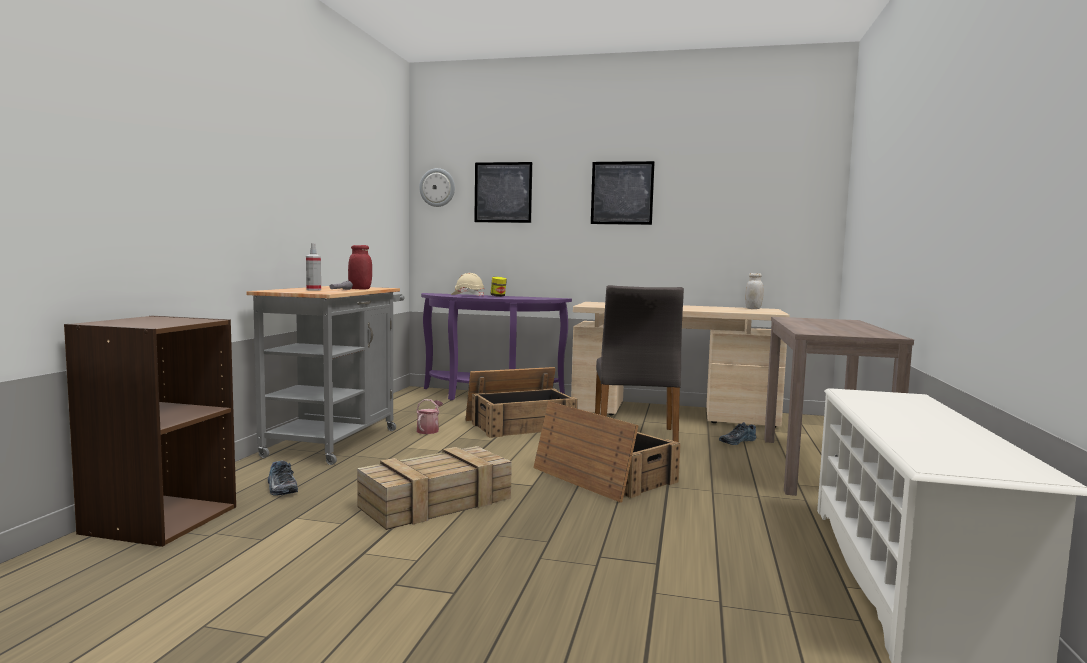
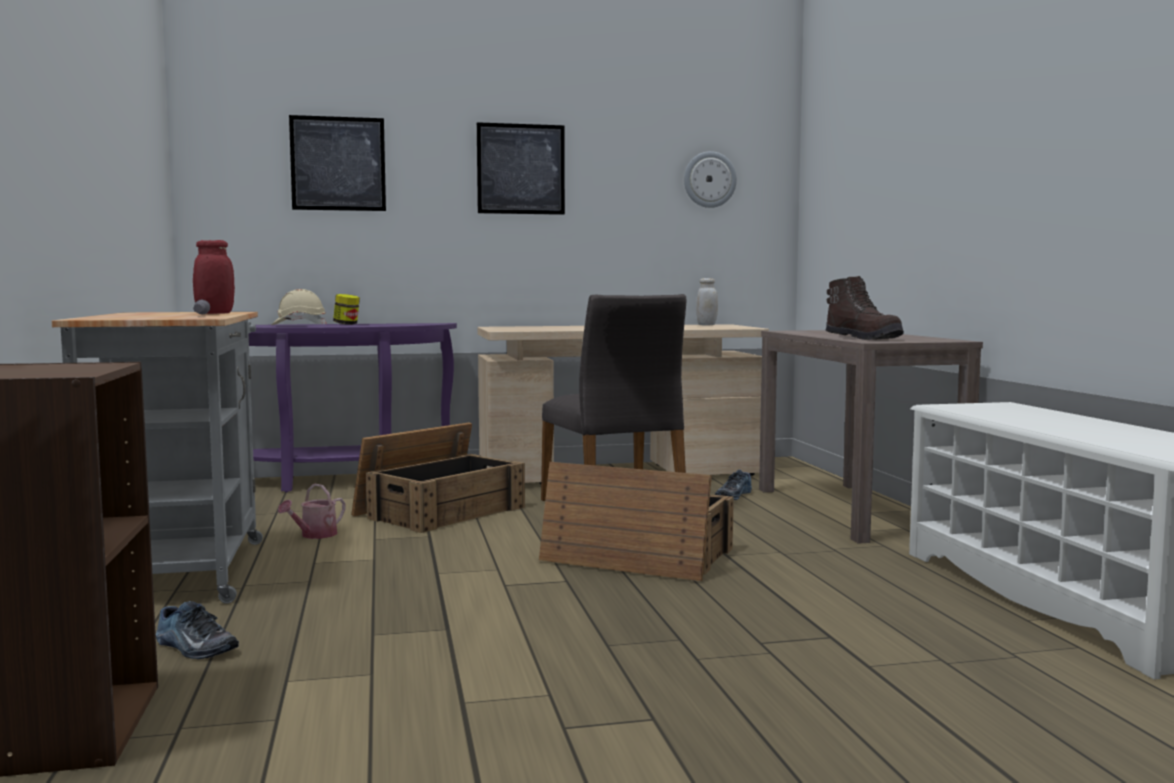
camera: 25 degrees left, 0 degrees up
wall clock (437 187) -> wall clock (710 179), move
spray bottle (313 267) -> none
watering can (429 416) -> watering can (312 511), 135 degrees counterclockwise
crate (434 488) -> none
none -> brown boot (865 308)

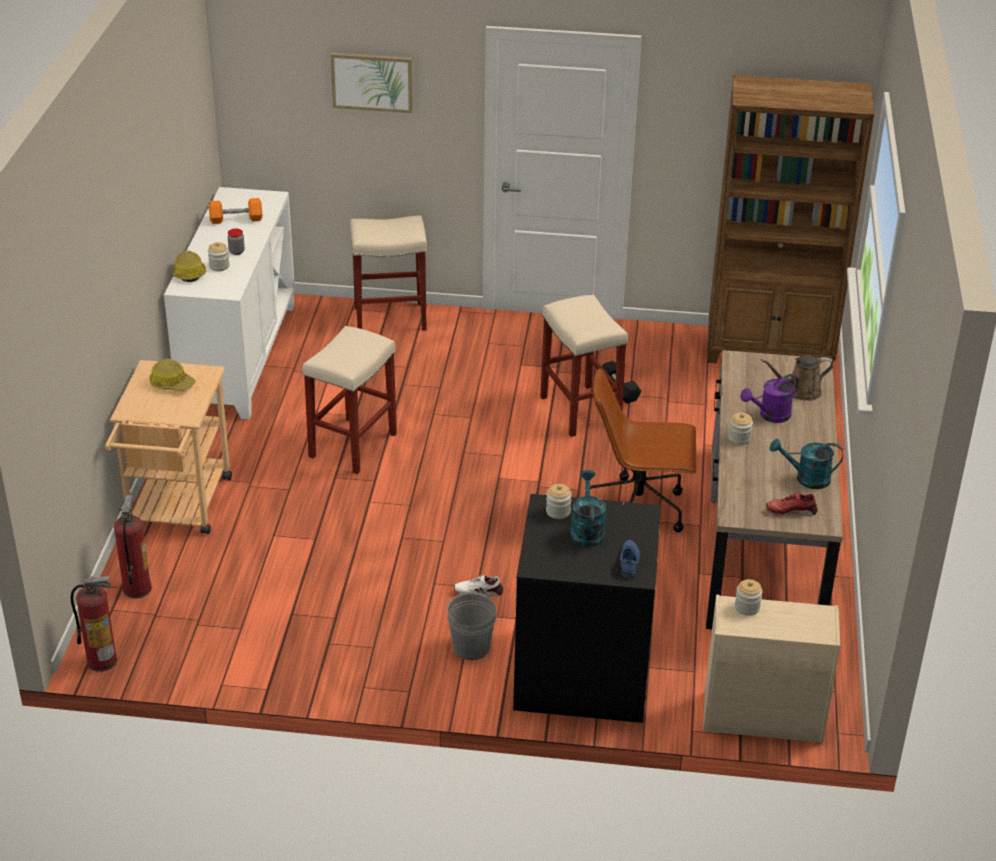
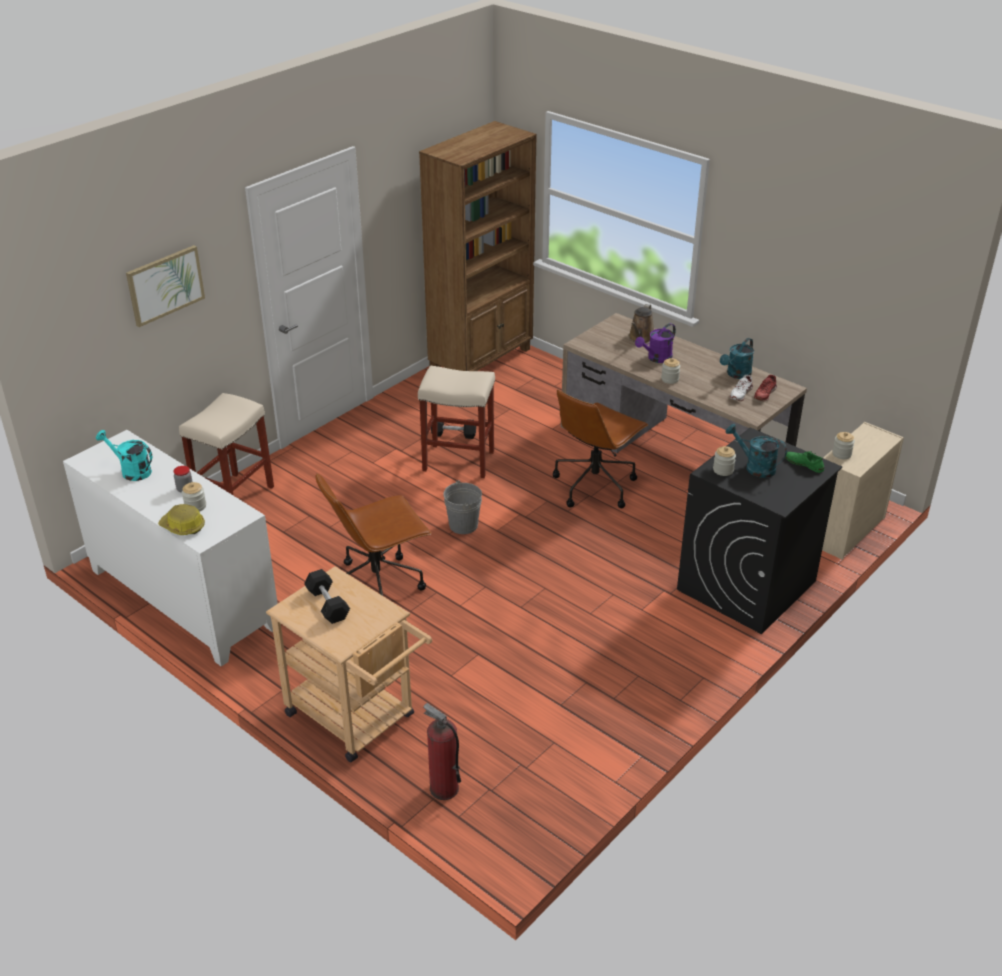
camera: 55 degrees left, 0 degrees up
orange dumbbell (236 211) -> turquoise watering can (124 455)
beige stool (349 400) -> brown office chair (373 534)
hard hat (172 375) -> black dumbbell (327 596)
purple watering can (769 398) -> purple watering can (655 343), 45 degrees clockwise
blue shoe (630 558) -> green shoe (804 462)
white shoe (478 585) -> white shoe (741 388), move
fire extinguisher (94 624) -> none
grey bucket (471 626) -> grey bucket (462 507), move

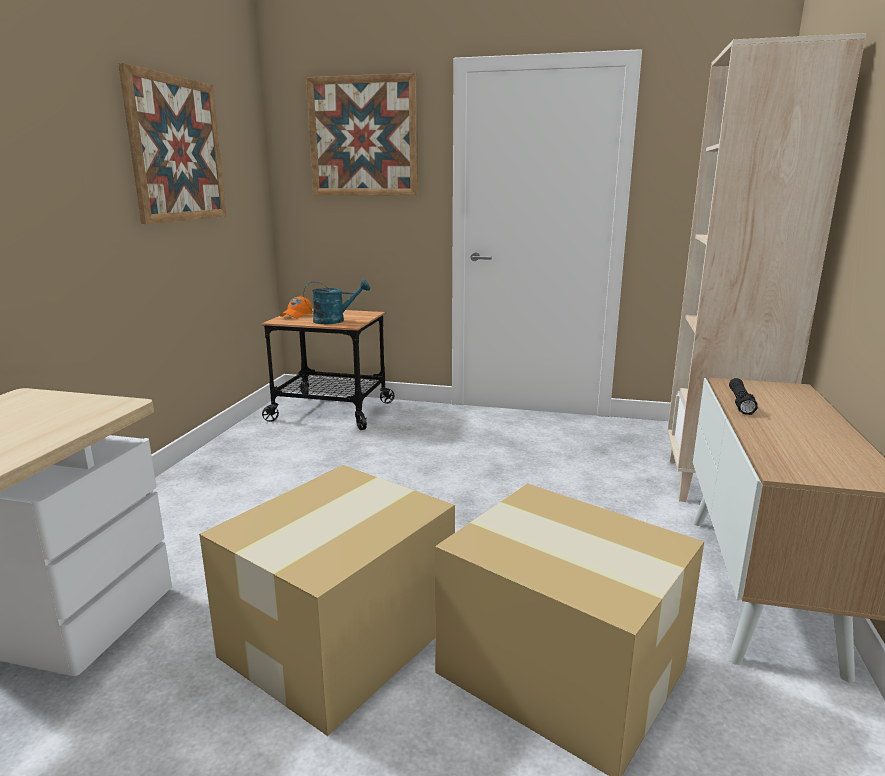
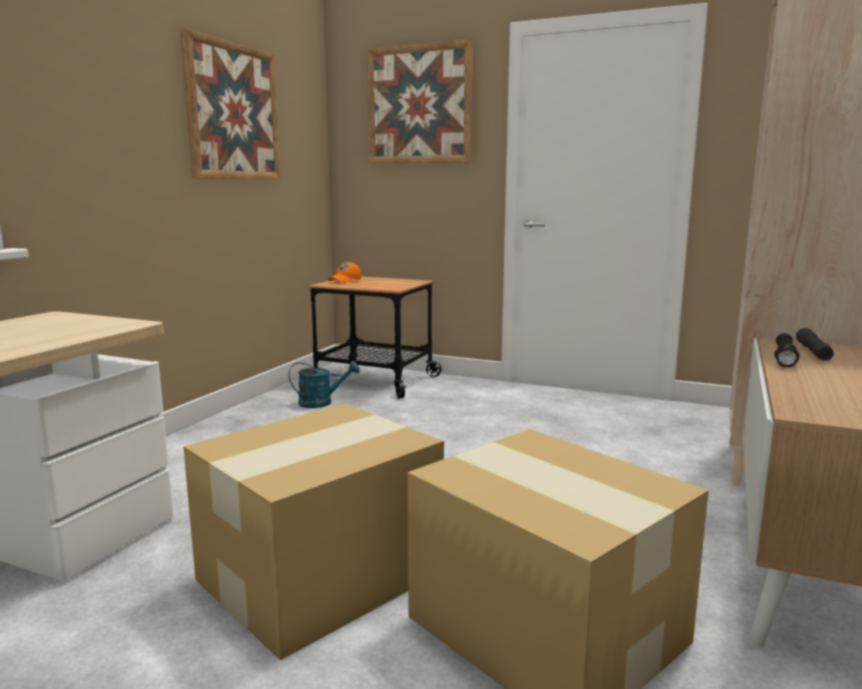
camera: 10 degrees right, 5 degrees down
turquoise watering can (336 301) -> turquoise watering can (324 384), move
none -> grey flashlight (815 344)

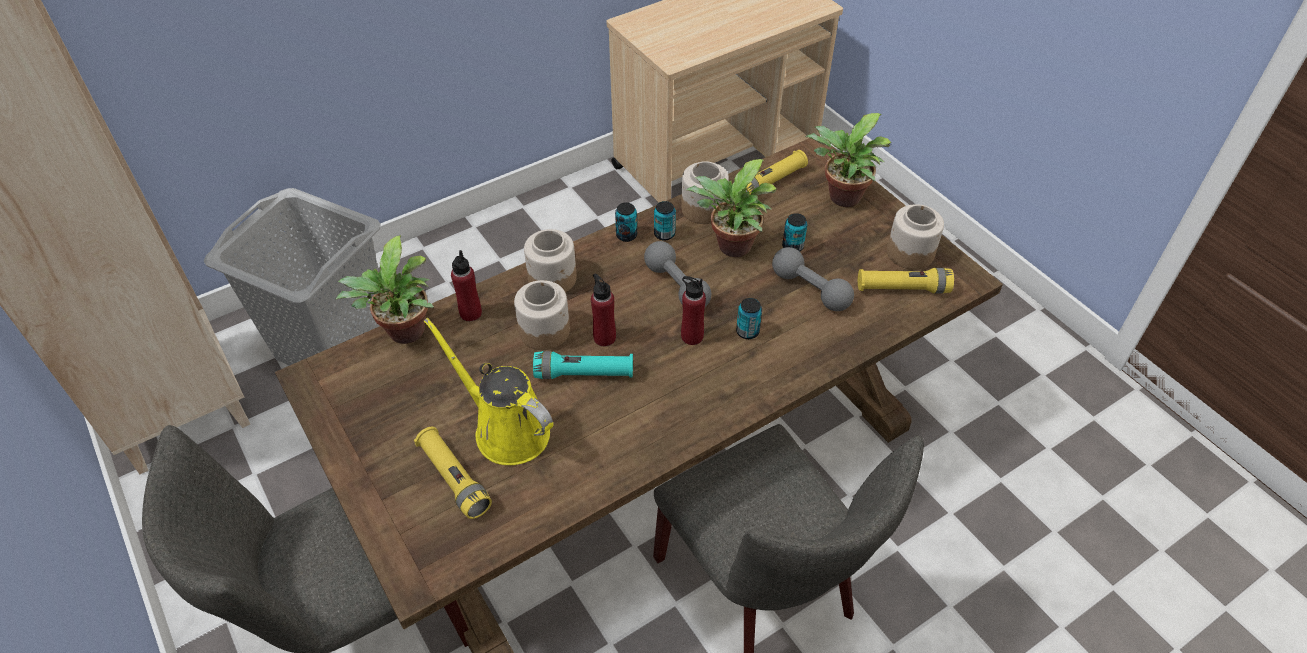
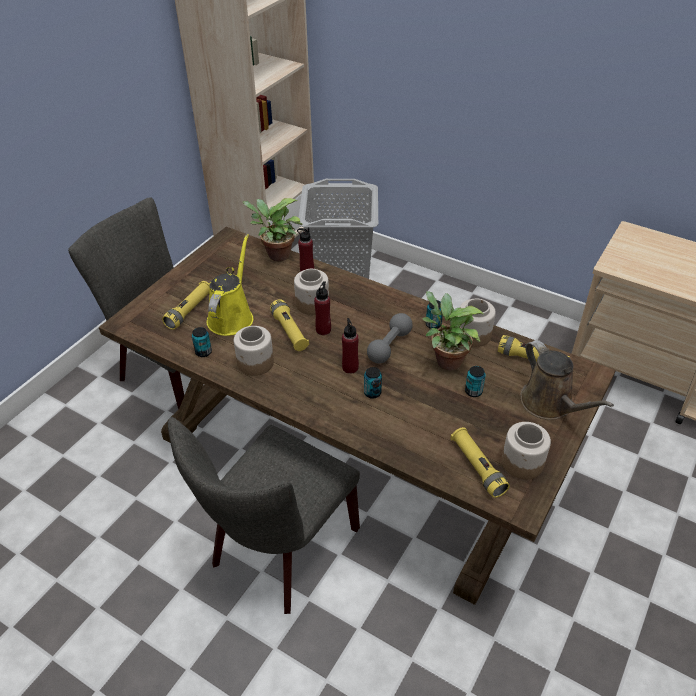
camera: 65 degrees right, 5 degrees down
potted plant (848 160) -> brown watering can (567 380)
can (626 222) -> can (202 342), move
jar (550 261) -> jar (254 351), move
grey dumbbell (813 279) -> none
turquoise flashlight (583 365) -> yellow flashlight (289 325)

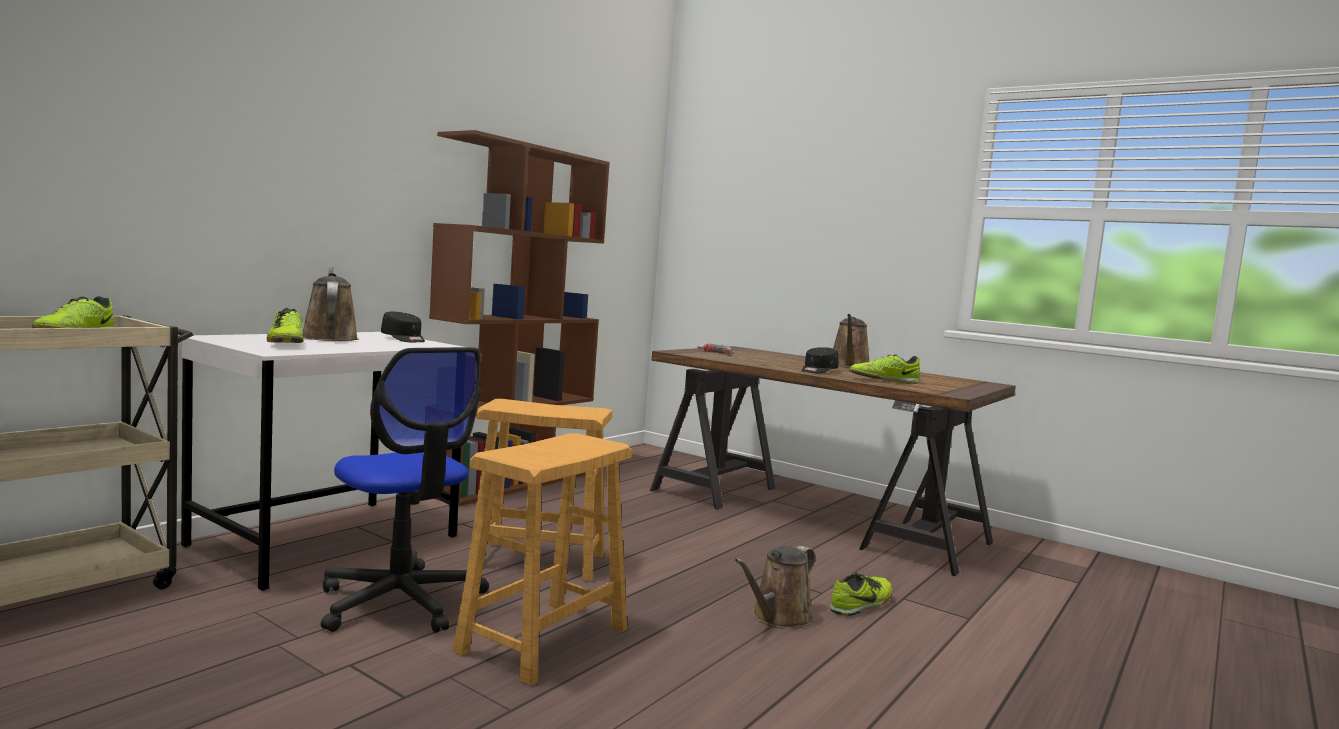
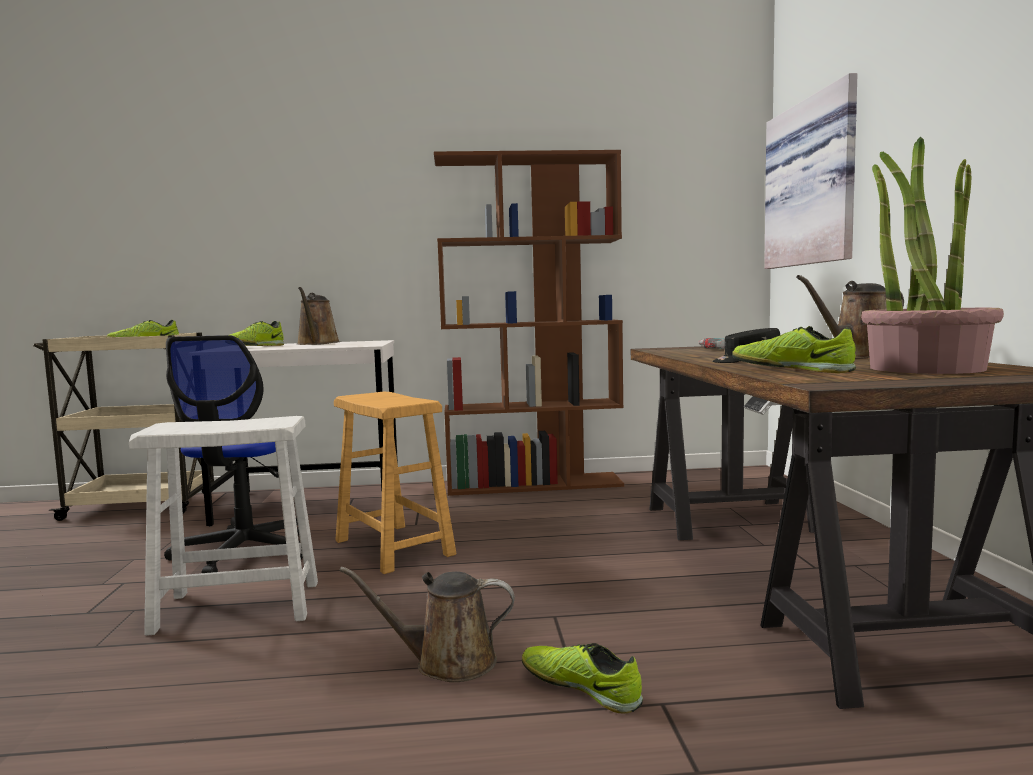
camera: 50 degrees right, 0 degrees up
brown watering can (331 303) -> brown watering can (318 316), 150 degrees clockwise
black cap (403 327) -> none
brown stool (542 559) -> white stool (223 526)
shoe (861 594) -> shoe (582 678), 150 degrees counterclockwise
none -> picture (811 171)
none -> potted plant (932 255)

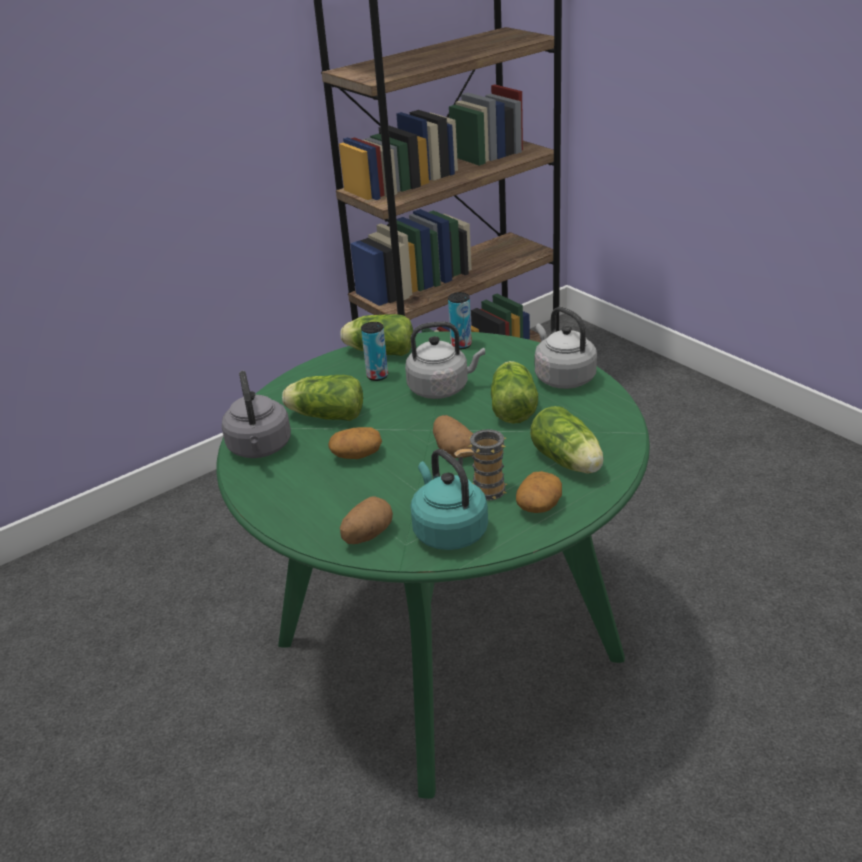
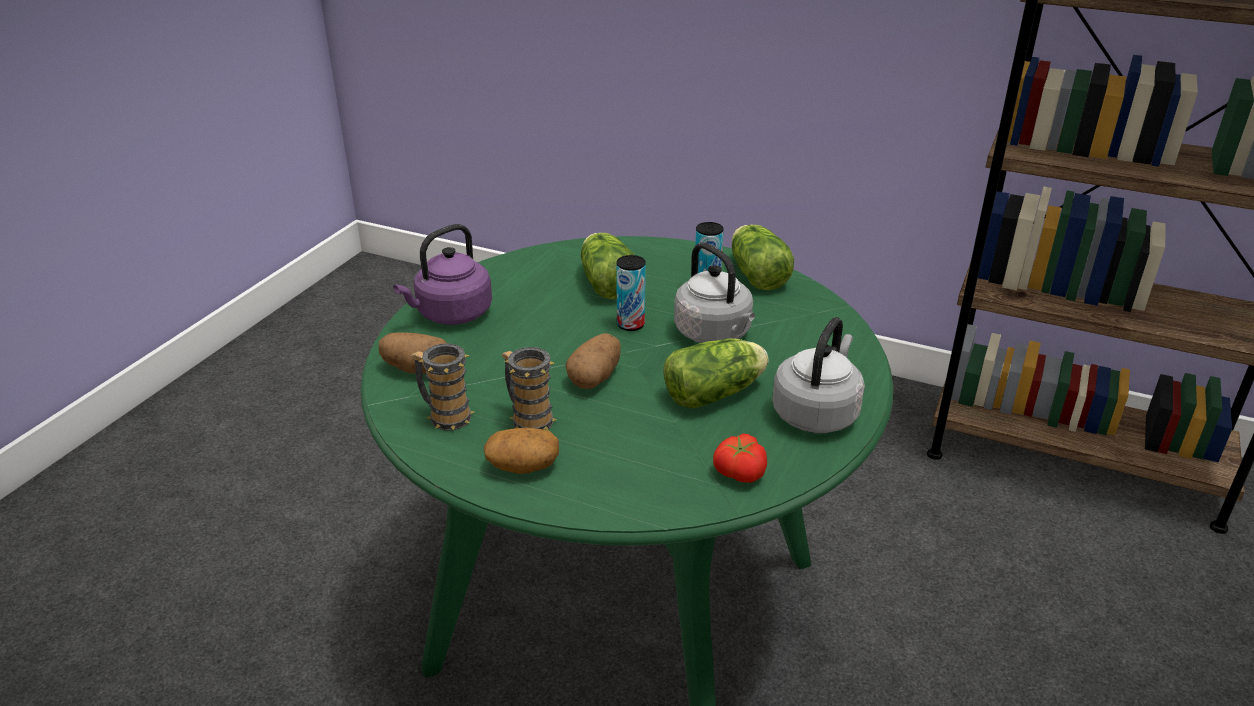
camera: 60 degrees right, 0 degrees up
can (460 320) -> can (631 293), move
grey kettle (256 414) -> none
lettuce (567 440) -> none
potato (355 443) -> none
turquoise kettle (449 499) -> mug (442 387)
none -> purple kettle (442 274)
none -> tomato (740 458)

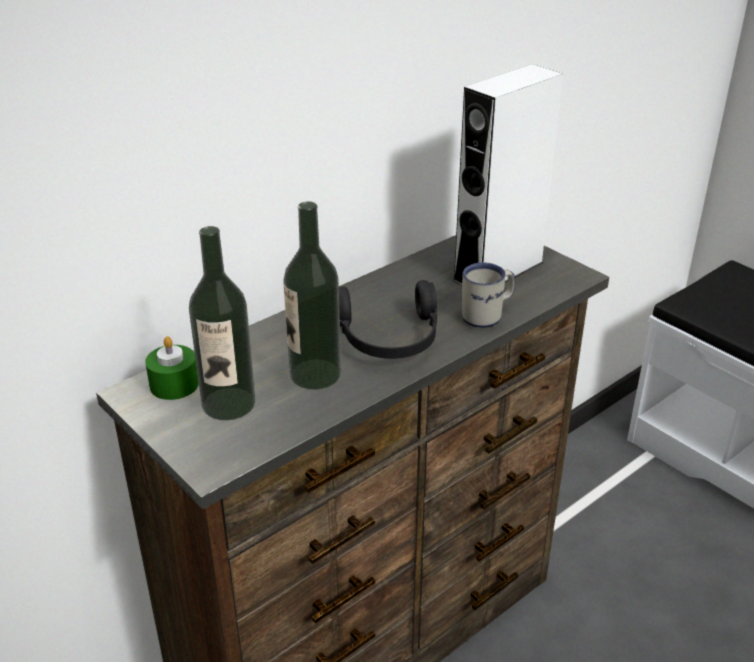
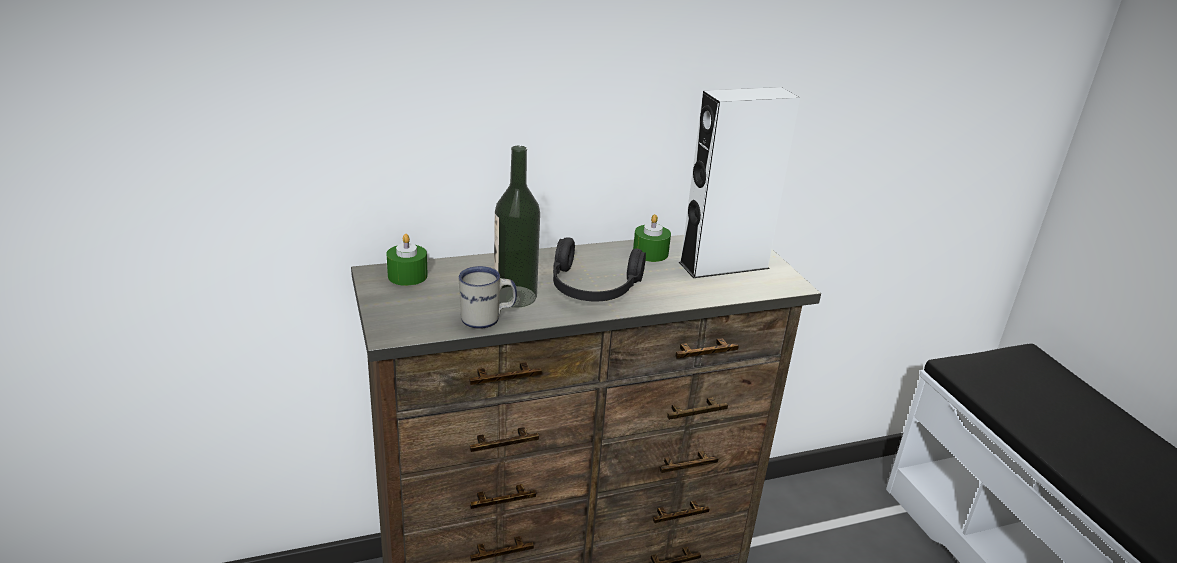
camera: 20 degrees right, 5 degrees down
bottle (222 323) -> none
white mug (488 295) -> white mug (488 297), move
none -> green candle (652 238)

